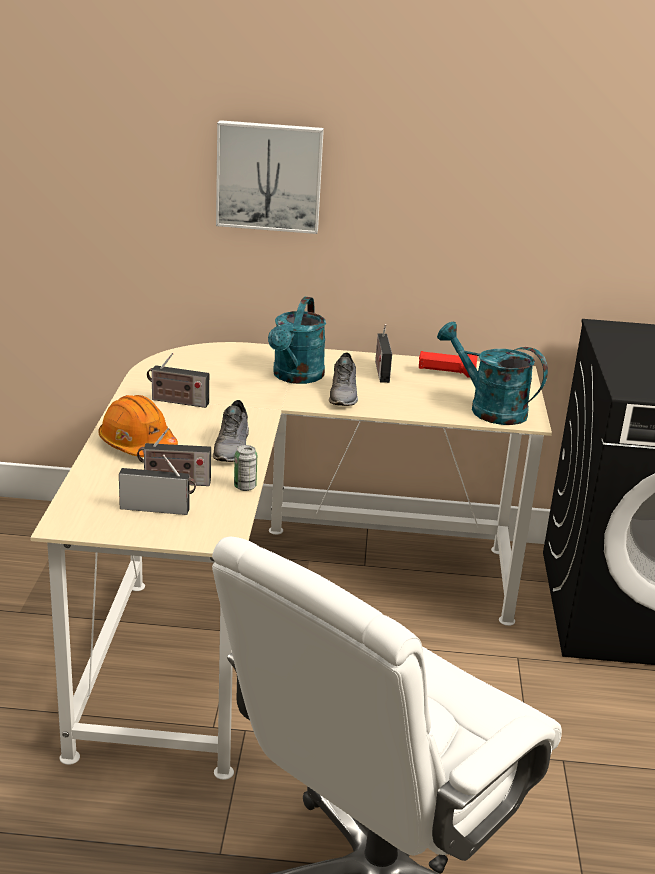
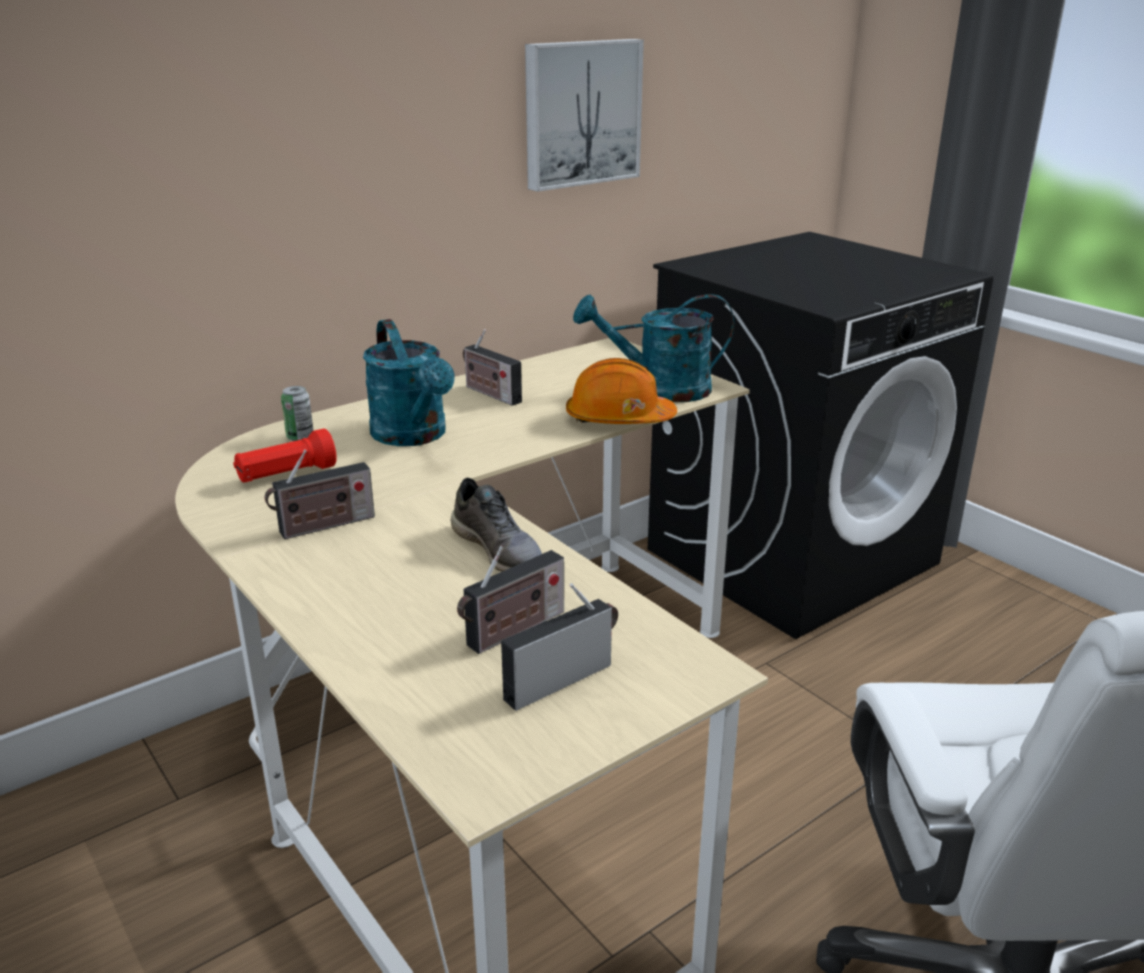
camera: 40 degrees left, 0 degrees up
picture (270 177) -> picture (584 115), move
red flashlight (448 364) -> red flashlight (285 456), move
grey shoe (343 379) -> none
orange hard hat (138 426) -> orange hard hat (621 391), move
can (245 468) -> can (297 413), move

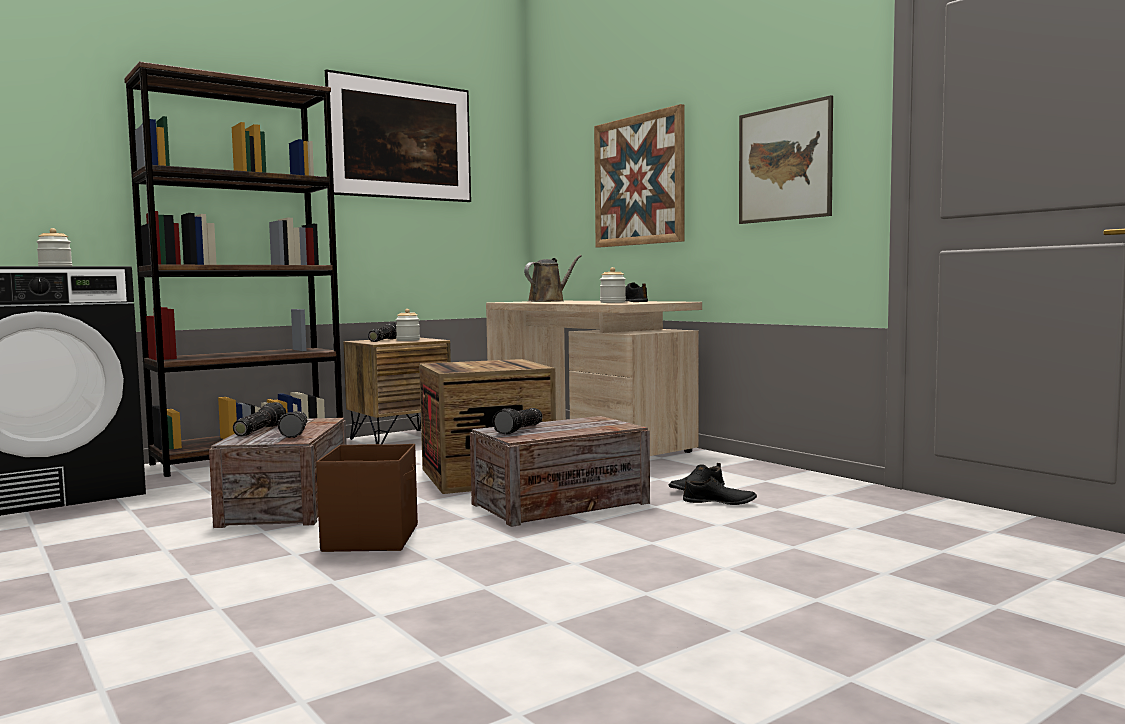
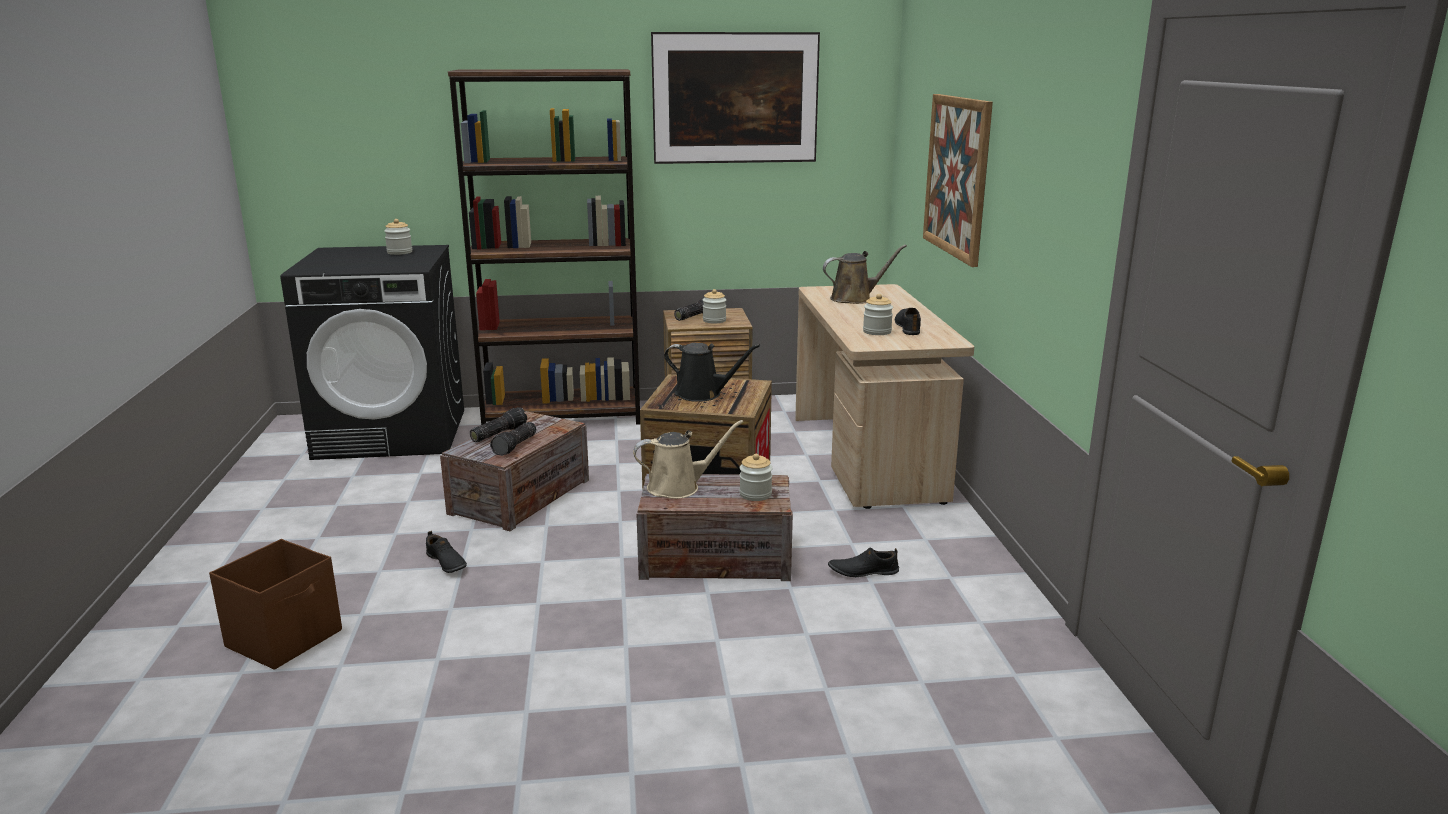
camera: 30 degrees right, 15 degrees up
picture (786 159) -> none
flashlight (517 421) -> beige watering can (688 459)
brown storage box (367 498) -> brown storage box (275 604), move
black shoe (720 491) -> black shoe (446 552), move
none -> black watering can (712 372)
none -> jar (755 477)

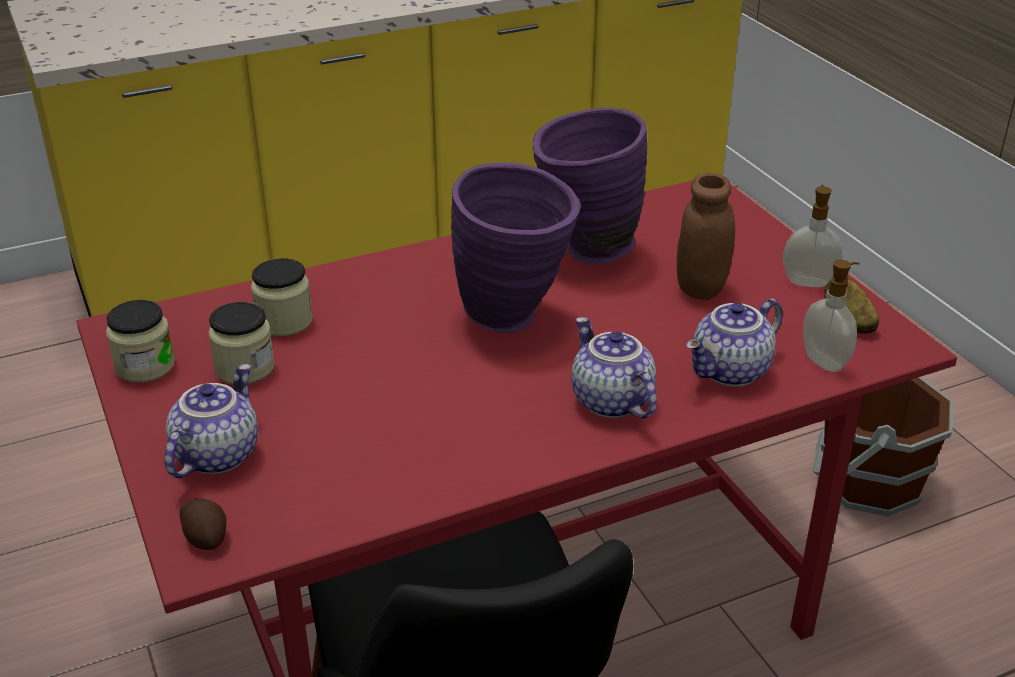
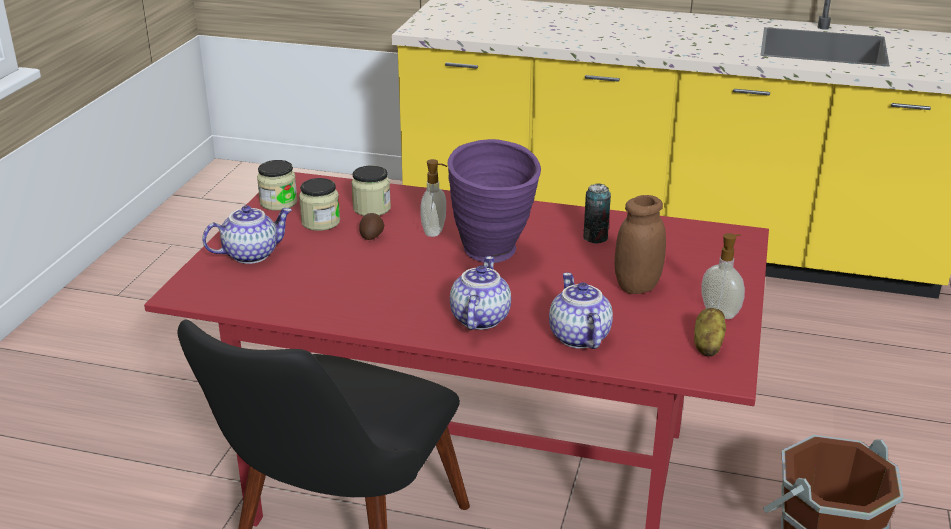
camera: 40 degrees right, 5 degrees down
purple vase (589 186) -> can (597 213)
soap dispenser (831 316) -> soap dispenser (433 198), move
teapot (734 342) -> teapot (581 310), 75 degrees clockwise
potato (202 524) -> potato (371 226), move

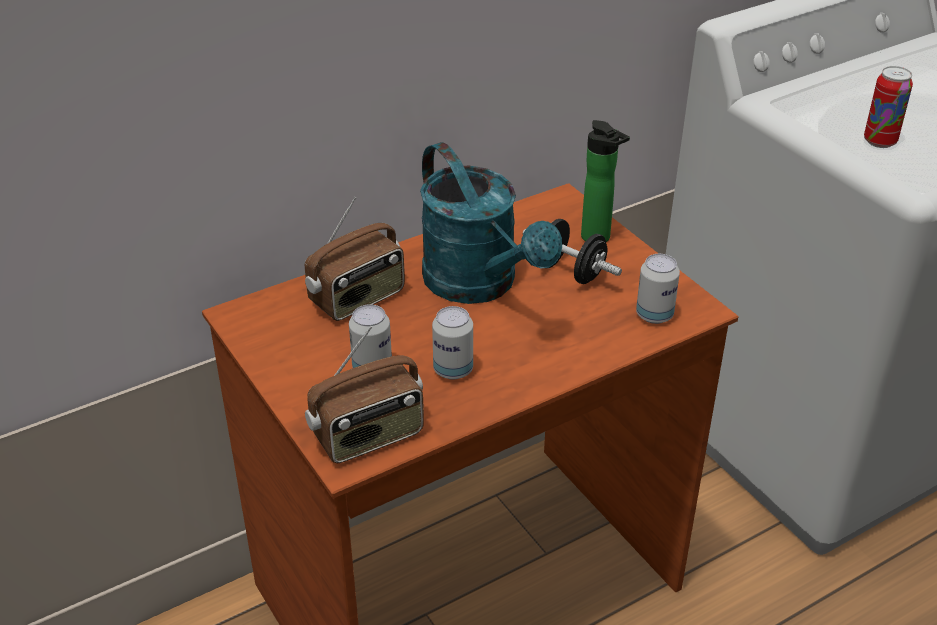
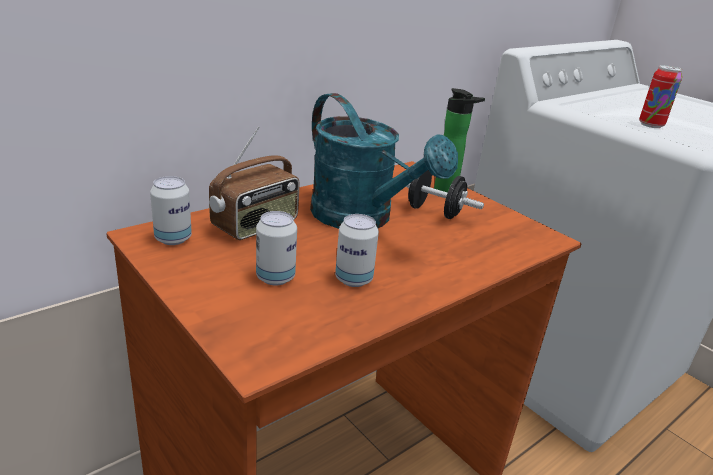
camera: 10 degrees left, 10 degrees down
can (658 289) -> can (171 210), move
radio (364 394) -> none

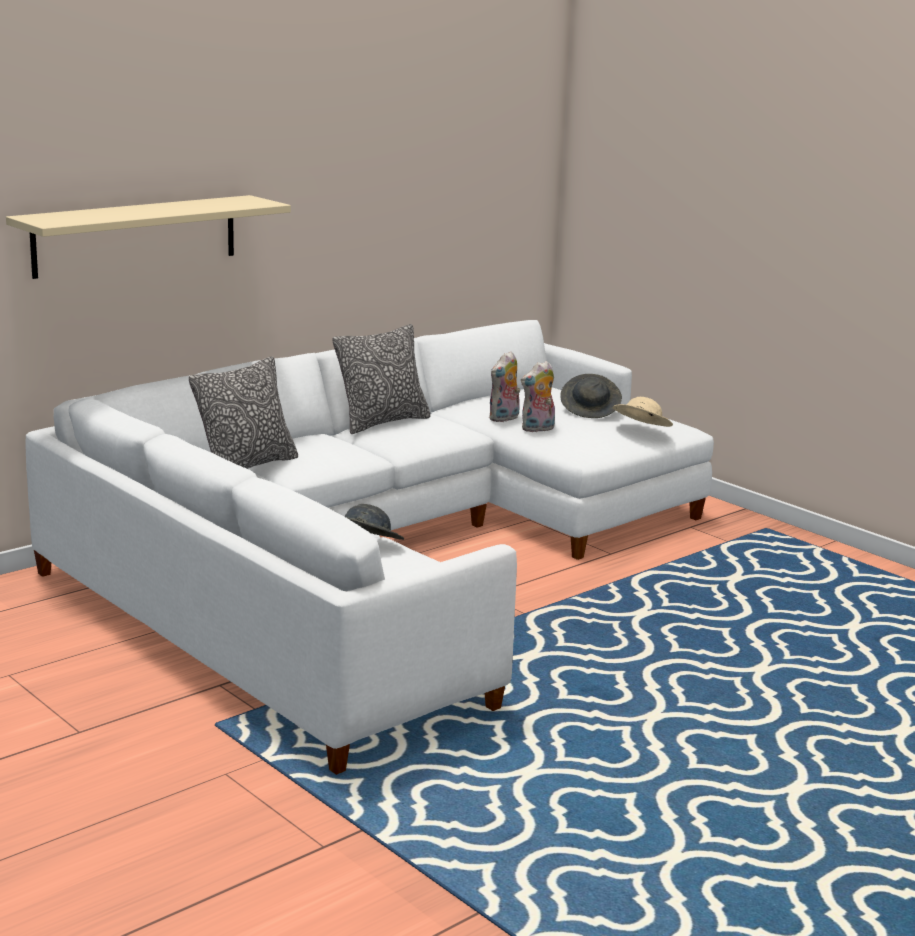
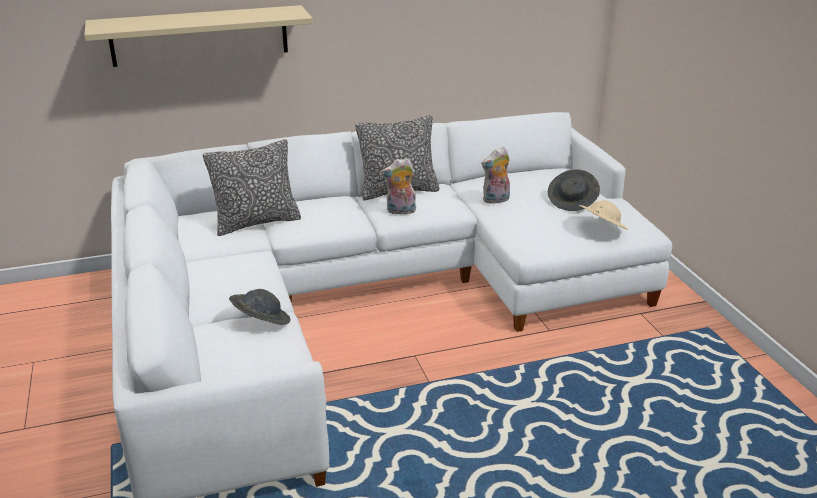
camera: 25 degrees right, 10 degrees up
plush toy (538 396) -> plush toy (398 186), move

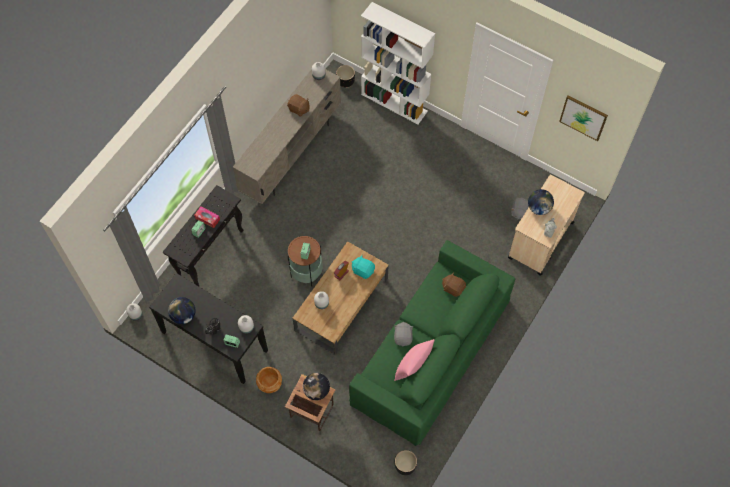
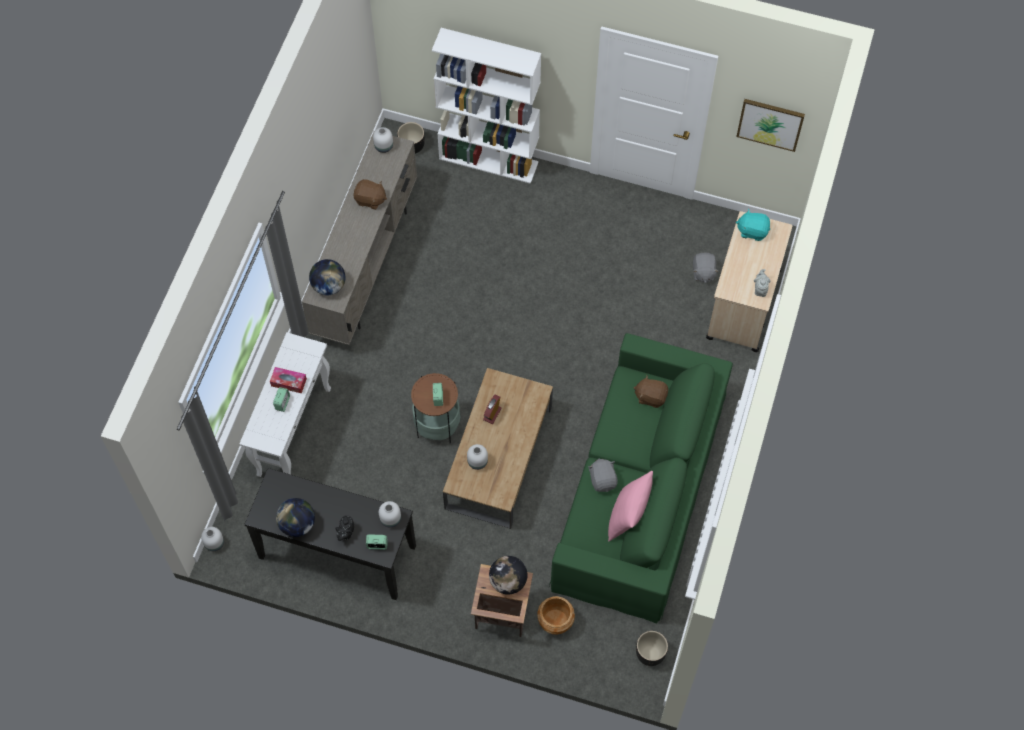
camera: 15 degrees left, 0 degrees up
black console table (203 235) -> white console table (285 404)
globe (541 202) -> globe (327 277), move
turquoise plush toy (363 267) -> turquoise plush toy (753 225), move
brown planter (269 380) -> brown planter (556 615), move

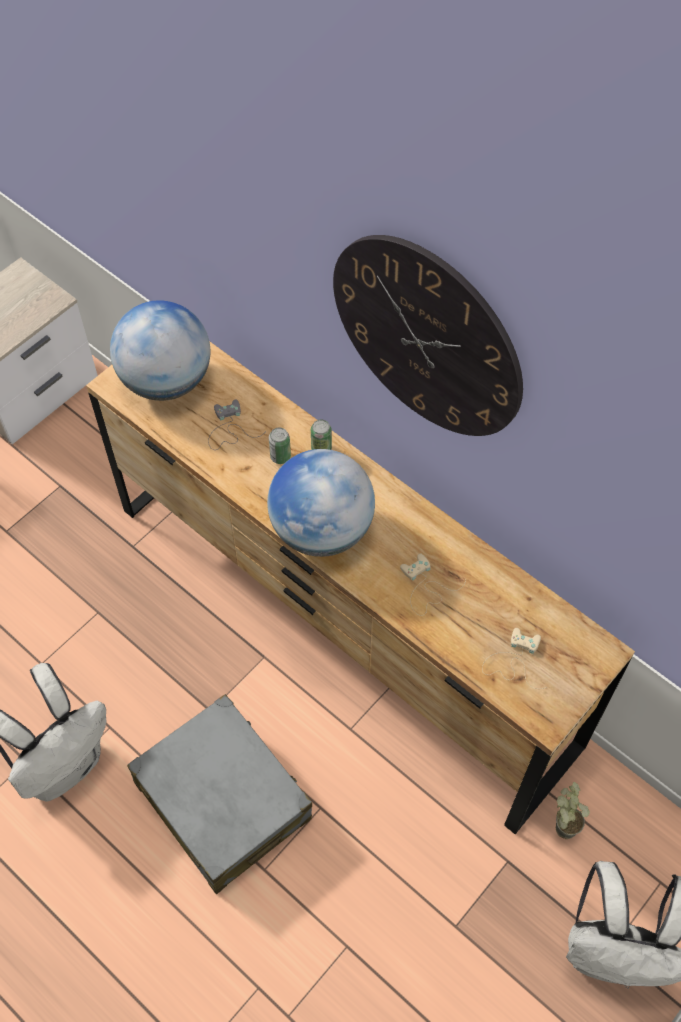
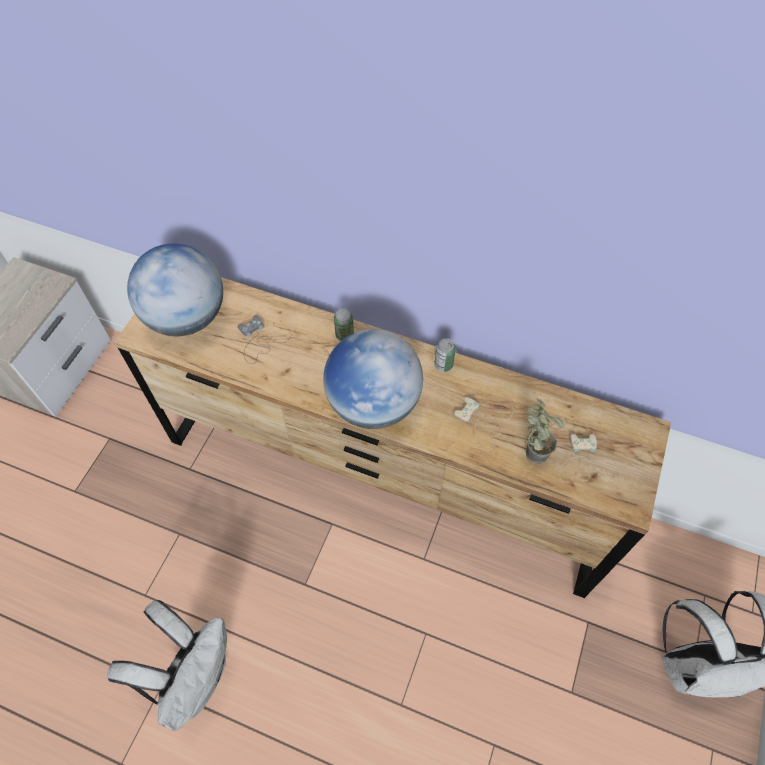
camera: 20 degrees left, 0 degrees up
wall clock (428 335) -> none
can (280 445) -> can (445 355), move
grey suitcase (219 794) -> none
potted plant (573 810) -> potted plant (545 431), move

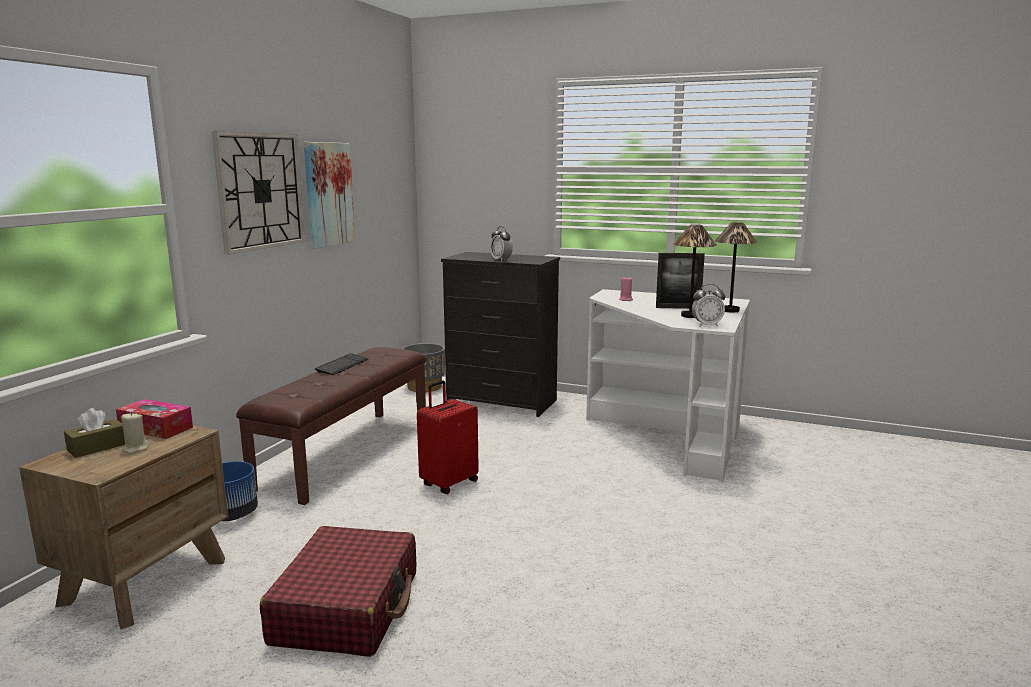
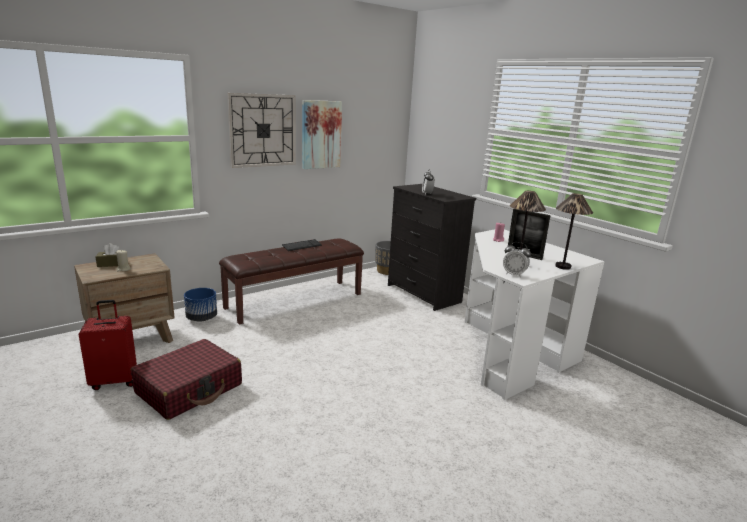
camera: 30 degrees right, 5 degrees up
red suitcase (448 437) -> red suitcase (108 345), move
tissue box (154 419) -> none

